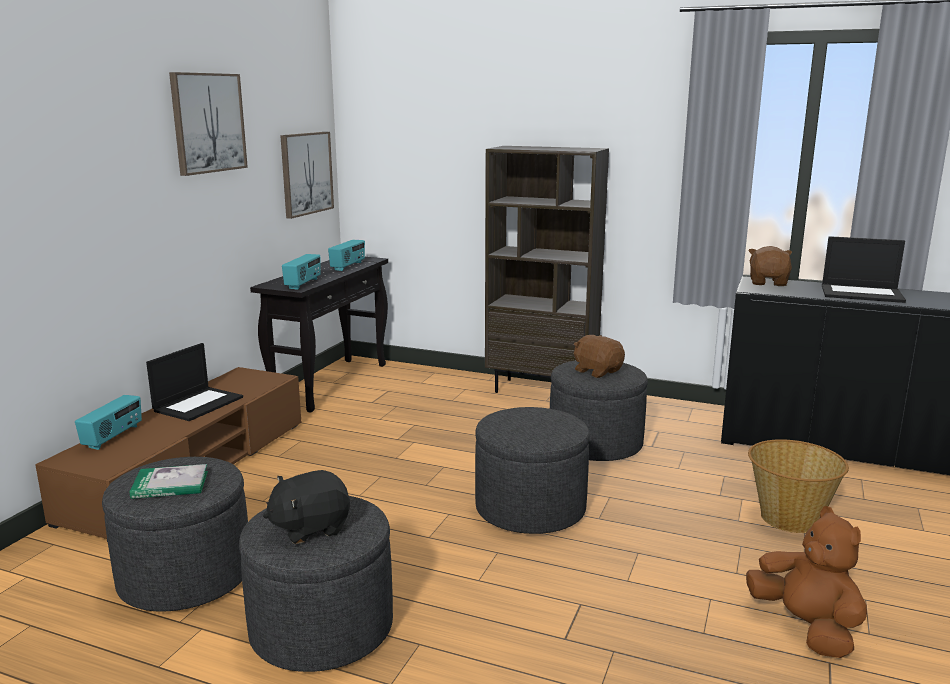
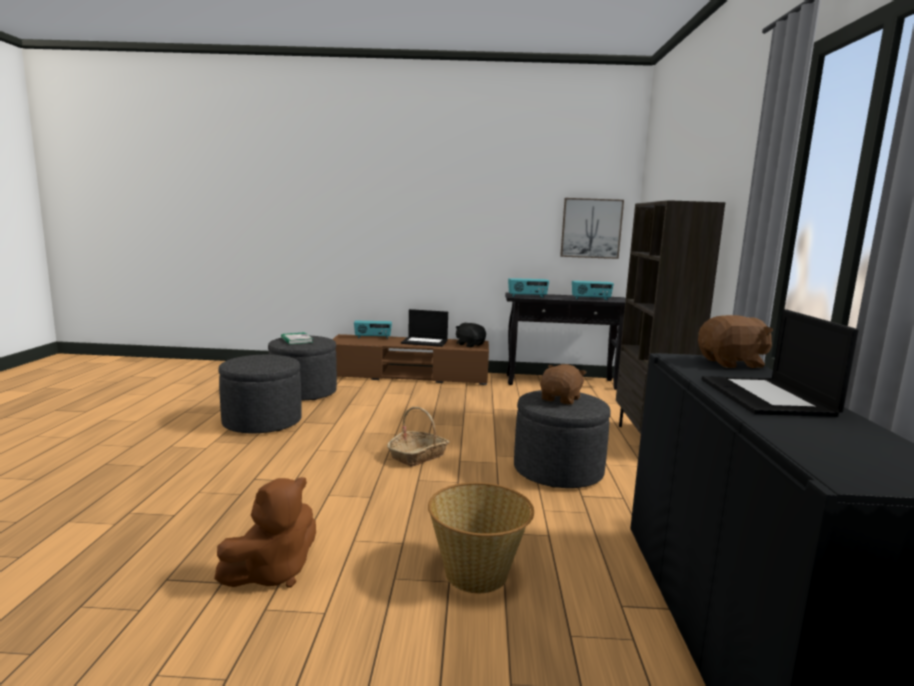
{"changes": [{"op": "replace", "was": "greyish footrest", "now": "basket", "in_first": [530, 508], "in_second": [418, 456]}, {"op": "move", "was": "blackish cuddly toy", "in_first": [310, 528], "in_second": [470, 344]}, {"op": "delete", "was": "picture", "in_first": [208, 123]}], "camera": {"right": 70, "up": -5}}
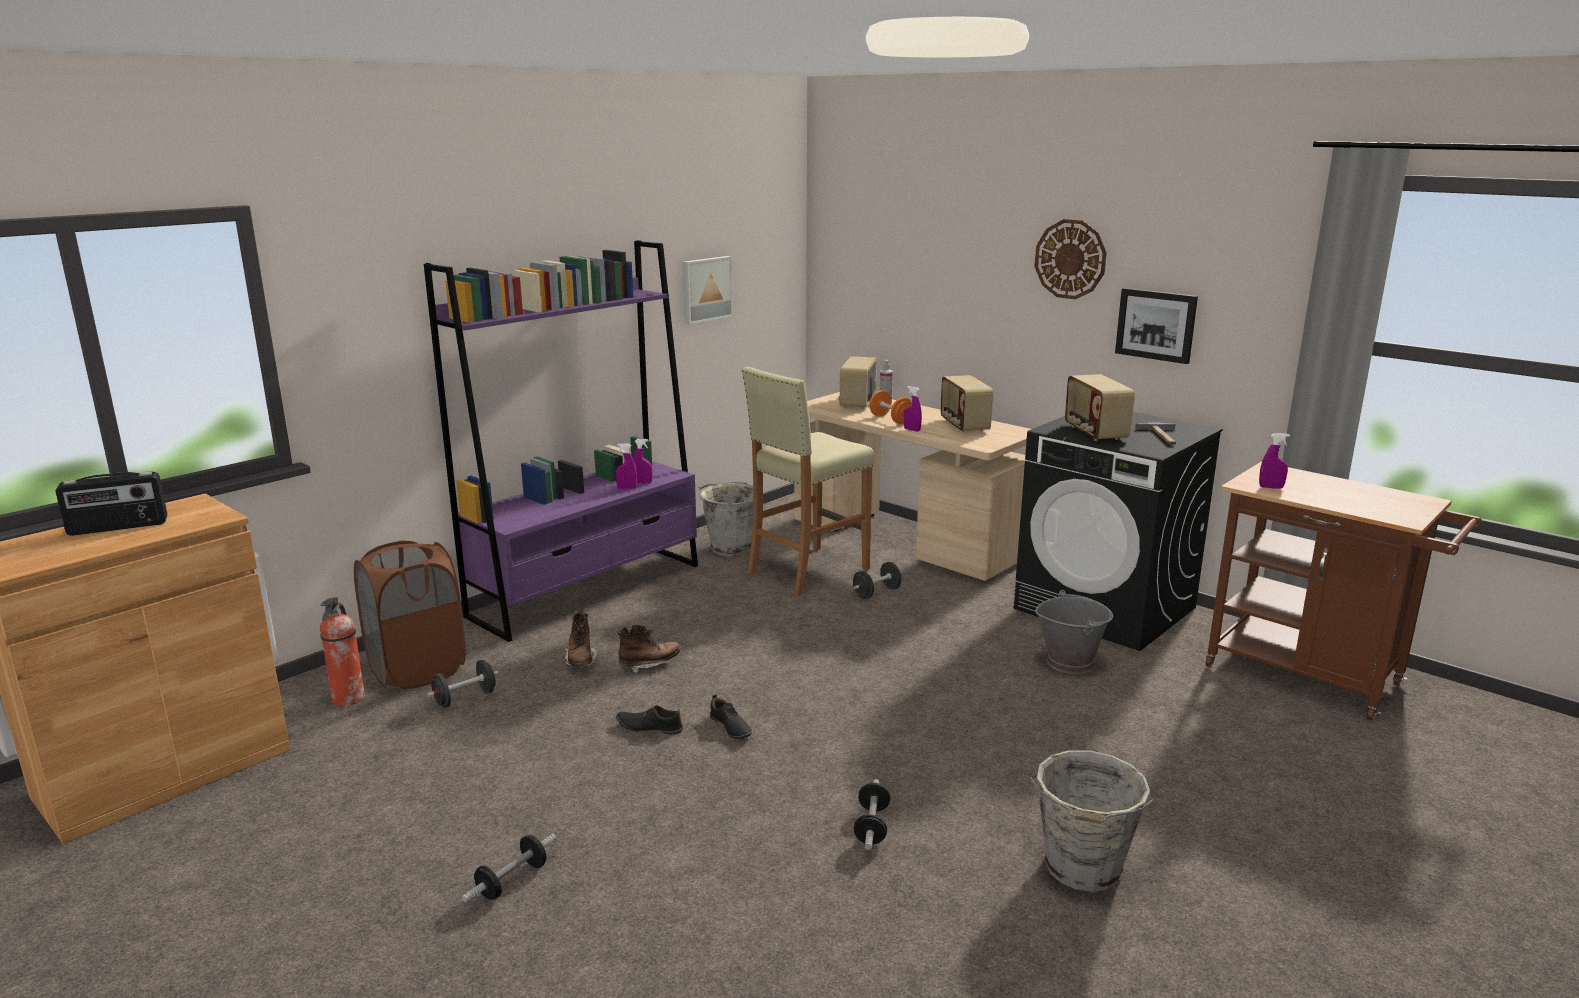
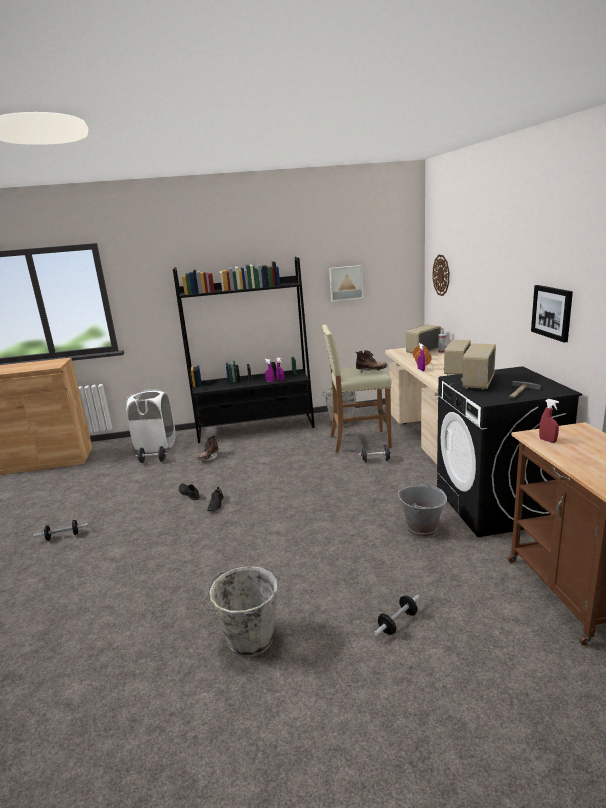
{"changes": [{"op": "recolor", "was": "brown hamper", "now": "whitish hamper", "in_first": [417, 670], "in_second": [156, 445]}, {"op": "recolor", "was": "purple bookshelf", "now": "blackish bookshelf", "in_first": [587, 590], "in_second": [256, 428]}, {"op": "move", "was": "brown tall boot", "in_first": [650, 664], "in_second": [371, 371]}, {"op": "move", "was": "free weight", "in_first": [871, 826], "in_second": [397, 623]}, {"op": "move", "was": "wall clock", "in_first": [1070, 259], "in_second": [441, 275]}, {"op": "recolor", "was": "purple sprayer", "now": "red-coloured sprayer", "in_first": [1271, 487], "in_second": [547, 440]}, {"op": "delete", "was": "radio receiver", "in_first": [118, 527]}, {"op": "delete", "was": "extinguisher", "in_first": [347, 699]}], "camera": {"right": 40, "up": 0}}
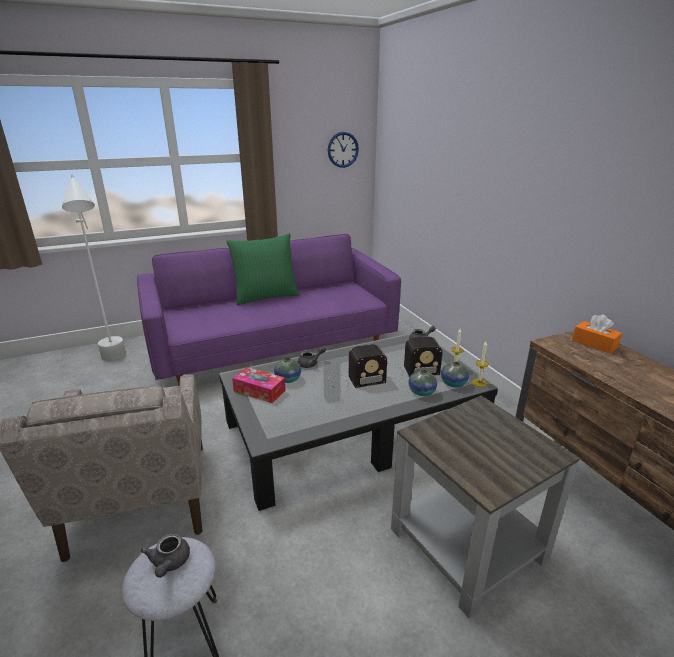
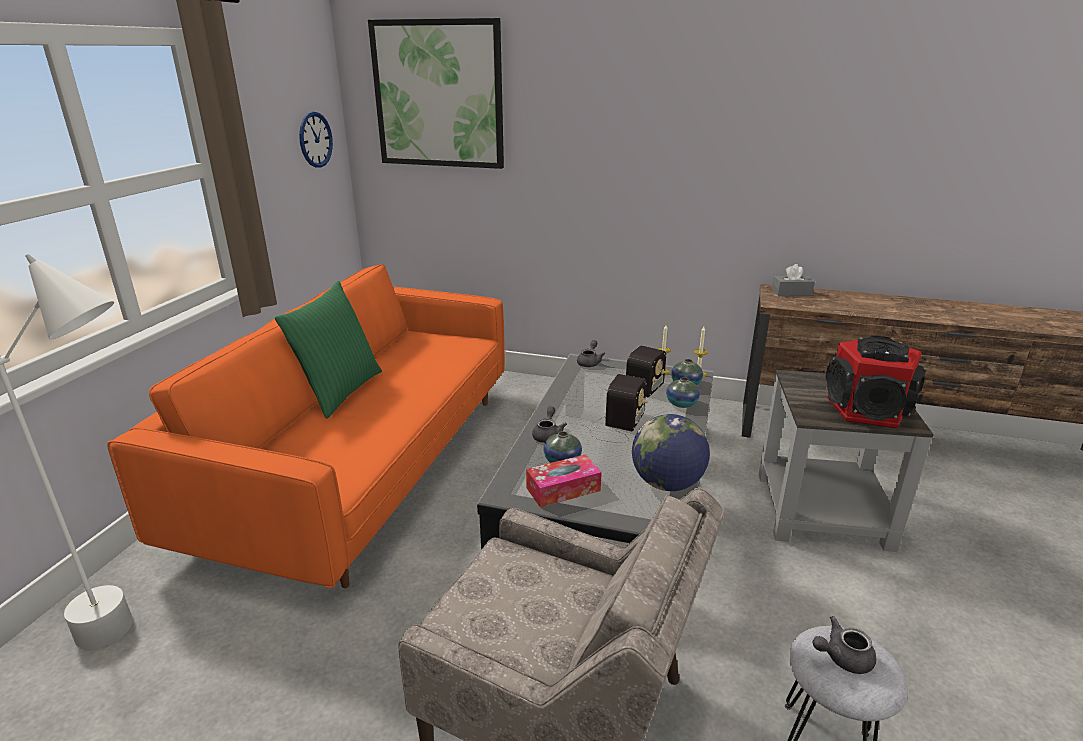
{"changes": [{"op": "recolor", "was": "purple sofa", "now": "orangey sofa", "in_first": [273, 346], "in_second": [364, 465]}, {"op": "insert", "now": "picture", "in_second": [438, 95]}, {"op": "insert", "now": "desk globe", "in_second": [667, 484]}, {"op": "recolor", "was": "orangey tissue holder", "now": "greyish tissue holder", "in_first": [594, 344], "in_second": [791, 293]}, {"op": "rotate", "was": "greyish pot for tea", "in_first": [169, 563], "in_second": [842, 658], "clockwise": 135}, {"op": "insert", "now": "loudspeaker", "in_second": [868, 410]}], "camera": {"right": -50, "up": 0}}
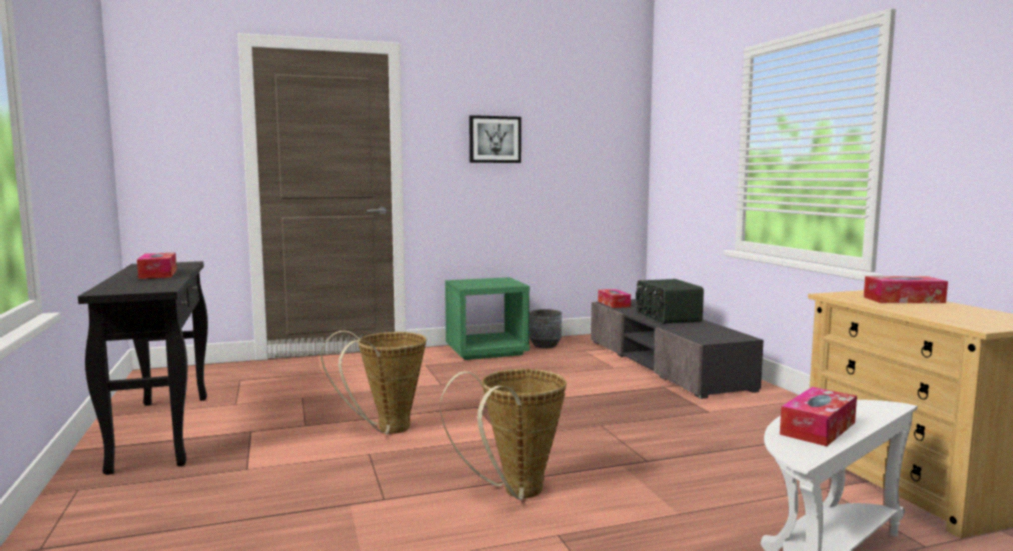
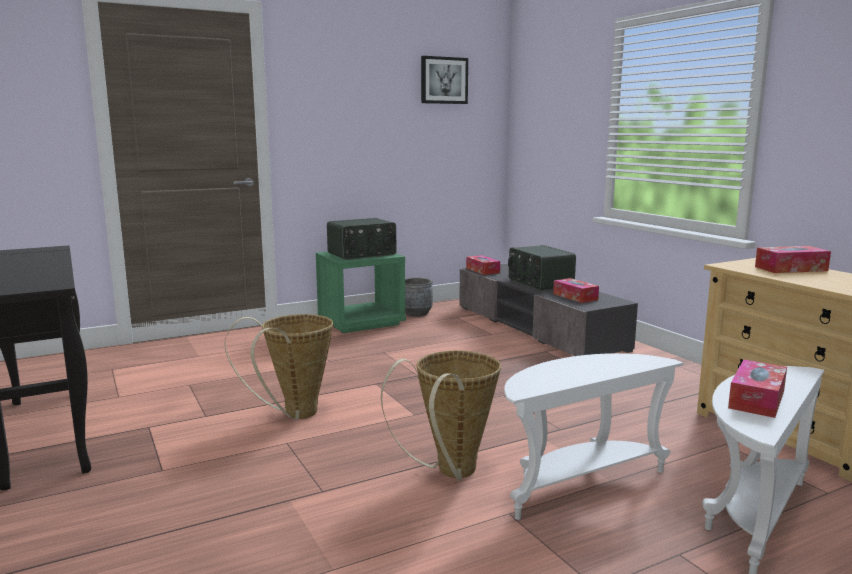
{"changes": [{"op": "insert", "now": "radio receiver", "in_second": [362, 254]}, {"op": "move", "was": "picture", "in_first": [494, 139], "in_second": [444, 80]}, {"op": "insert", "now": "whitish end table", "in_second": [578, 483]}, {"op": "move", "was": "tissue holder", "in_first": [158, 274], "in_second": [575, 297]}], "camera": {"right": -10, "up": 5}}
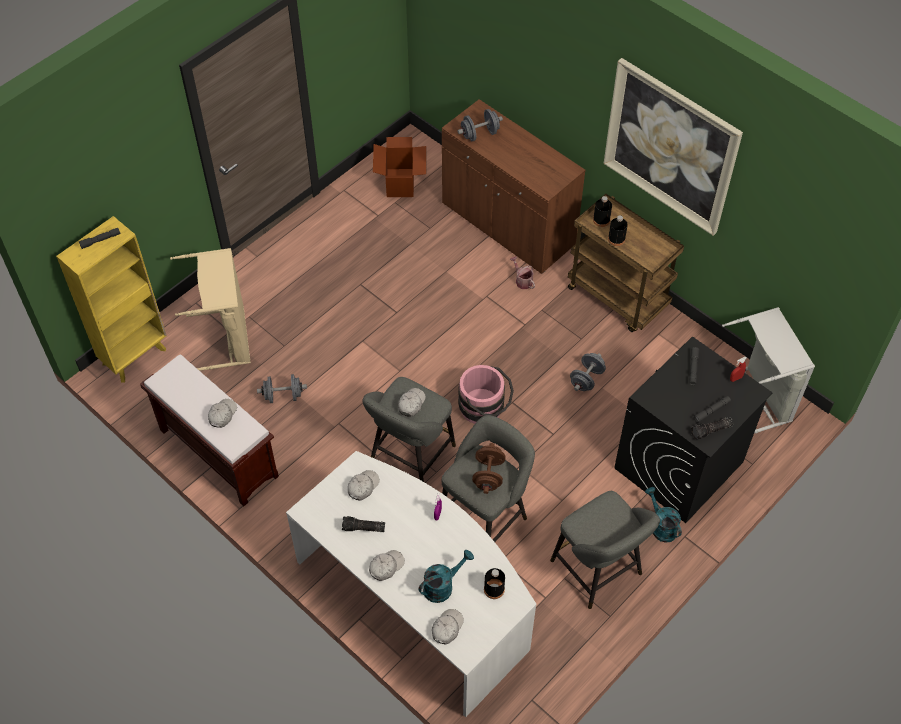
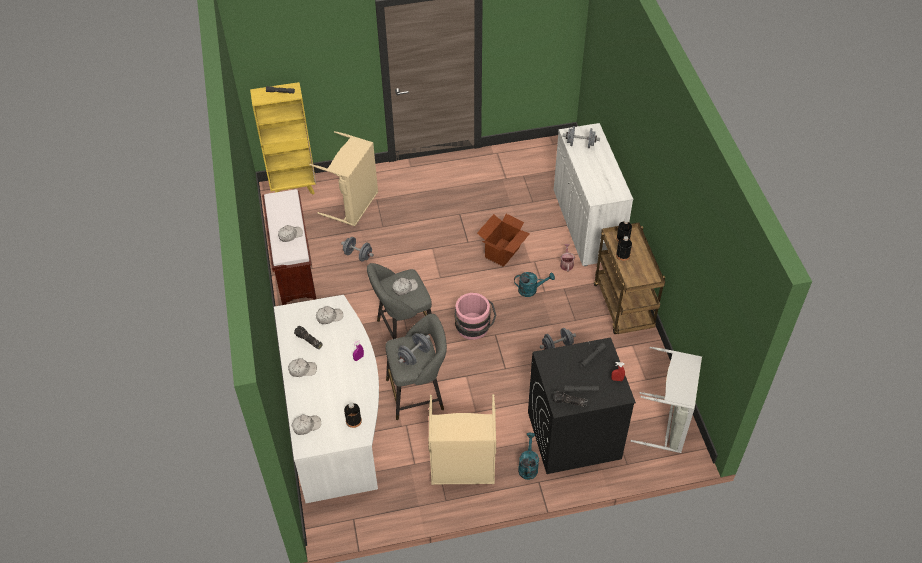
{"changes": [{"op": "recolor", "was": "brown free weight", "now": "greyish free weight", "in_first": [488, 475], "in_second": [414, 355]}, {"op": "replace", "was": "greyish stool seat", "now": "beige hamper", "in_first": [599, 571], "in_second": [462, 469]}, {"op": "move", "was": "carton", "in_first": [400, 183], "in_second": [502, 252]}, {"op": "move", "was": "blue-green sprinkling can", "in_first": [442, 586], "in_second": [531, 290]}, {"op": "recolor", "was": "brown cupboard", "now": "whitish cupboard", "in_first": [508, 224], "in_second": [586, 224]}, {"op": "delete", "was": "picture", "in_first": [670, 147]}], "camera": {"right": 35, "up": -5}}
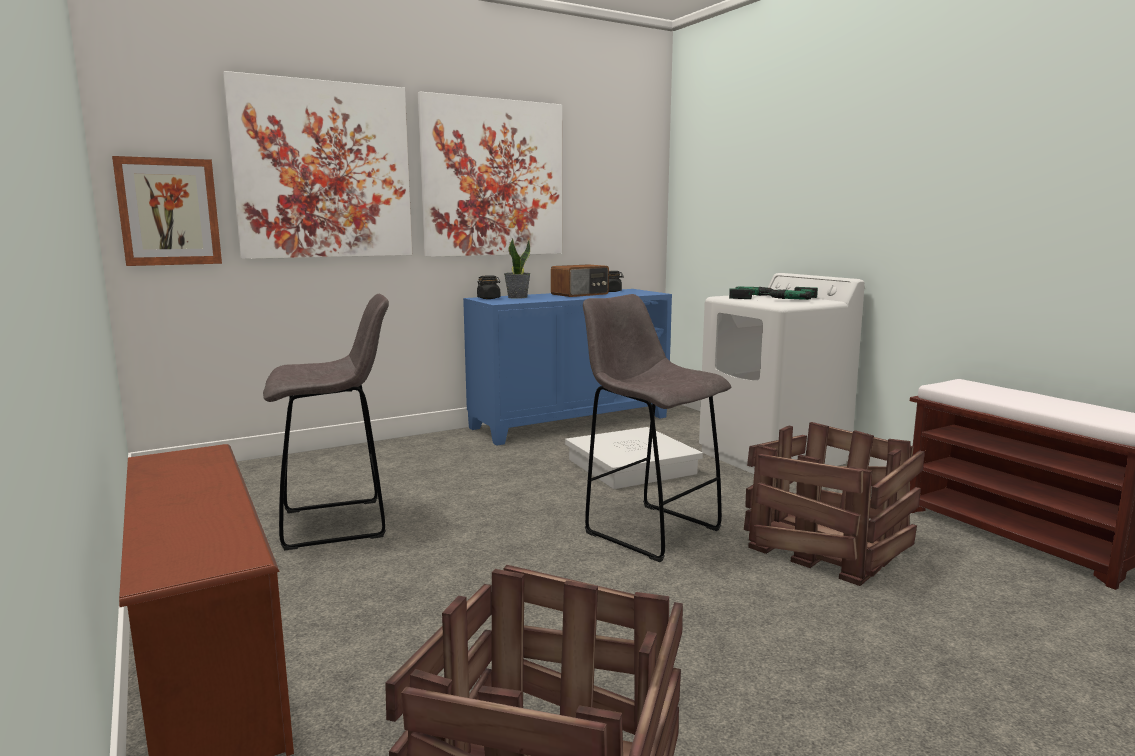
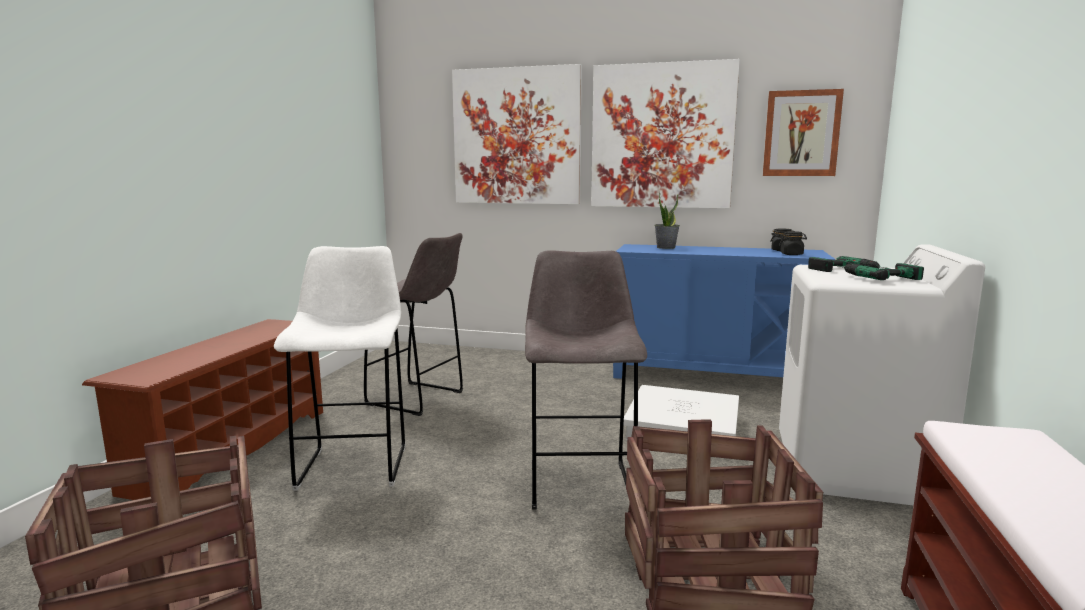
{"changes": [{"op": "insert", "now": "whitish stool seat", "in_second": [354, 465]}, {"op": "move", "was": "picture", "in_first": [169, 212], "in_second": [801, 133]}, {"op": "move", "was": "blackish preserve jar", "in_first": [489, 298], "in_second": [791, 254]}, {"op": "delete", "was": "radio receiver", "in_first": [580, 294]}], "camera": {"right": 45, "up": 0}}
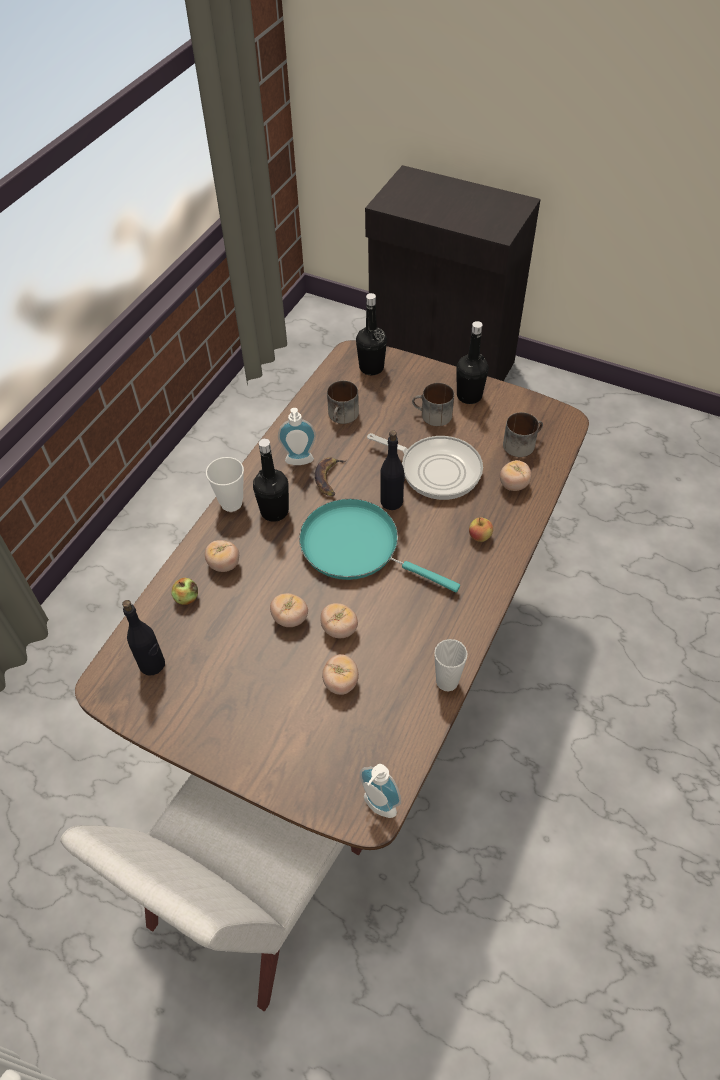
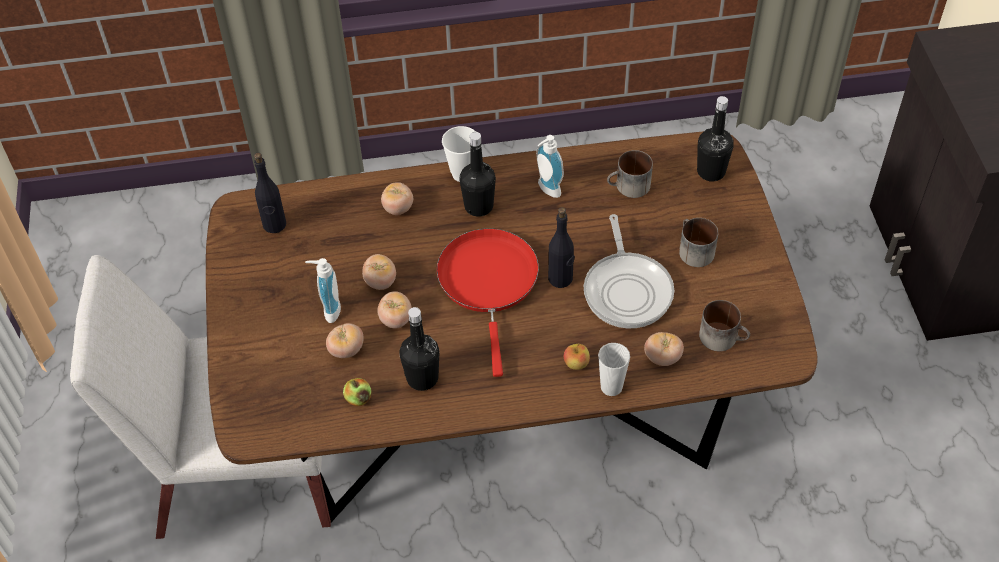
{"changes": [{"op": "move", "was": "soap dispenser", "in_first": [377, 808], "in_second": [328, 310]}, {"op": "move", "was": "apple", "in_first": [186, 598], "in_second": [358, 398]}, {"op": "move", "was": "blackish drink bottle", "in_first": [469, 396], "in_second": [422, 378]}, {"op": "recolor", "was": "blue-green skillet", "now": "red-coloured skillet", "in_first": [356, 547], "in_second": [489, 282]}, {"op": "move", "was": "small cup", "in_first": [447, 681], "in_second": [611, 387]}, {"op": "delete", "was": "banana fruit", "in_first": [329, 478]}], "camera": {"right": 55, "up": 0}}
